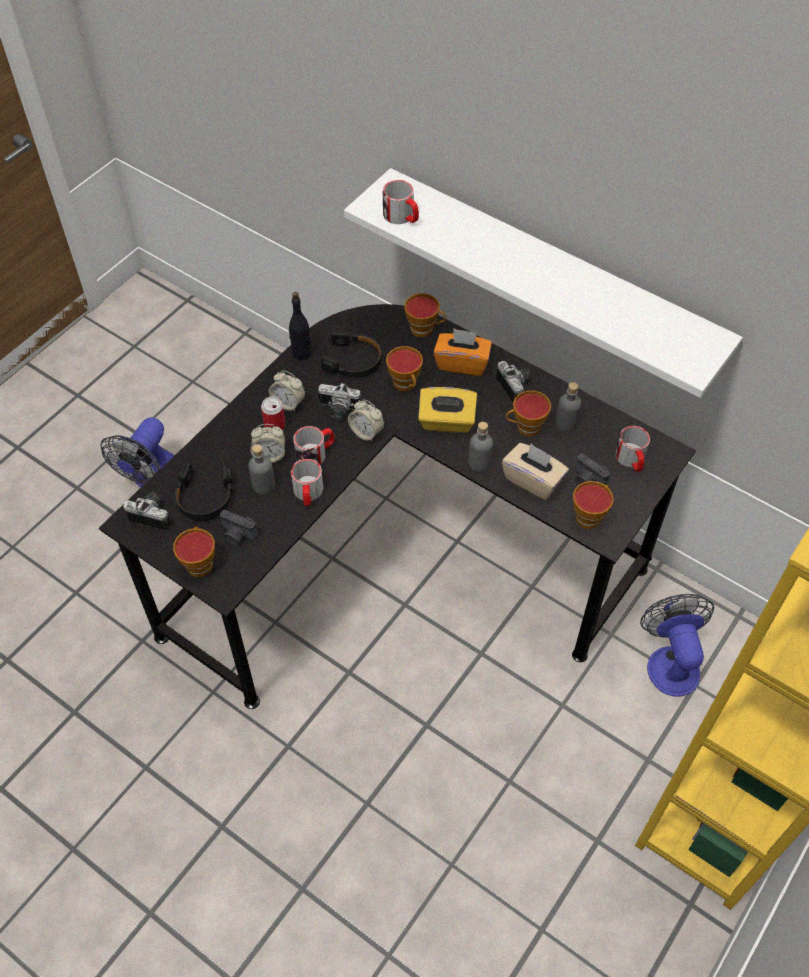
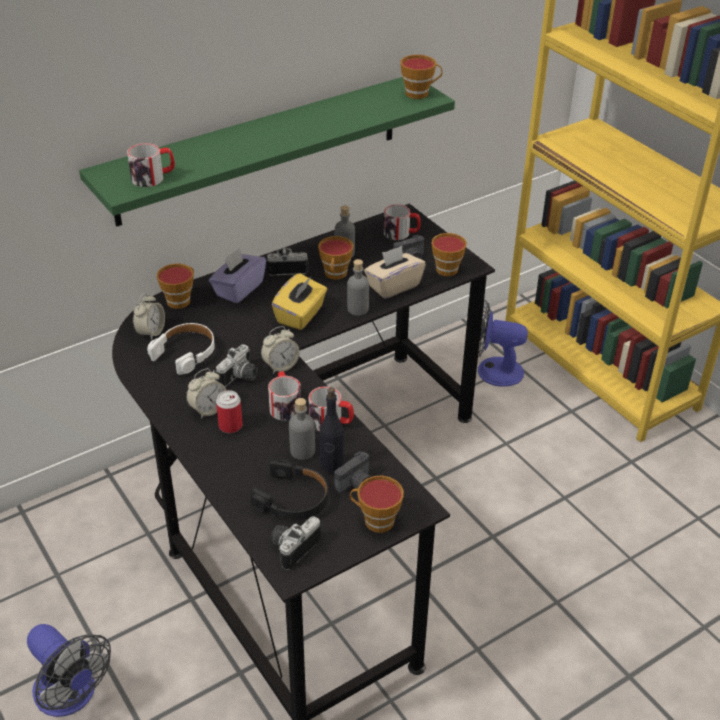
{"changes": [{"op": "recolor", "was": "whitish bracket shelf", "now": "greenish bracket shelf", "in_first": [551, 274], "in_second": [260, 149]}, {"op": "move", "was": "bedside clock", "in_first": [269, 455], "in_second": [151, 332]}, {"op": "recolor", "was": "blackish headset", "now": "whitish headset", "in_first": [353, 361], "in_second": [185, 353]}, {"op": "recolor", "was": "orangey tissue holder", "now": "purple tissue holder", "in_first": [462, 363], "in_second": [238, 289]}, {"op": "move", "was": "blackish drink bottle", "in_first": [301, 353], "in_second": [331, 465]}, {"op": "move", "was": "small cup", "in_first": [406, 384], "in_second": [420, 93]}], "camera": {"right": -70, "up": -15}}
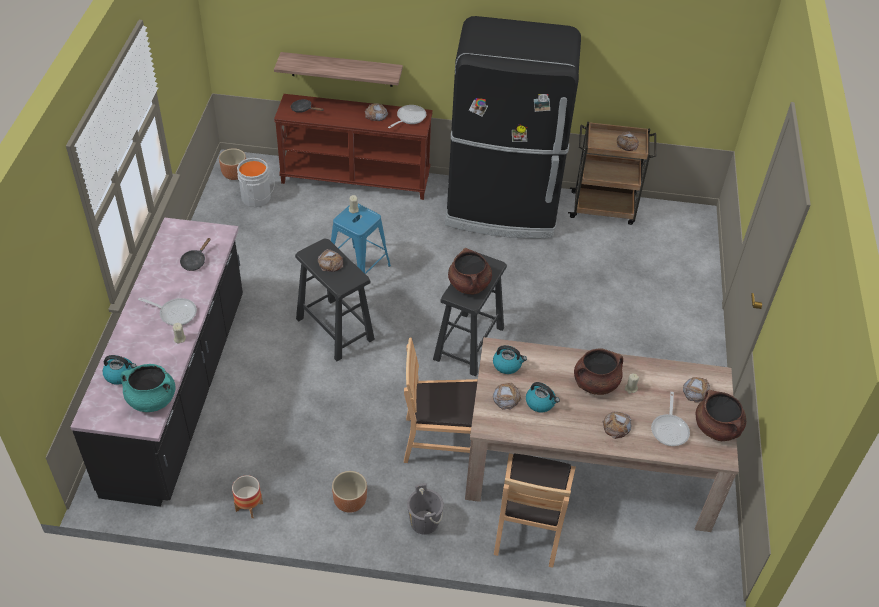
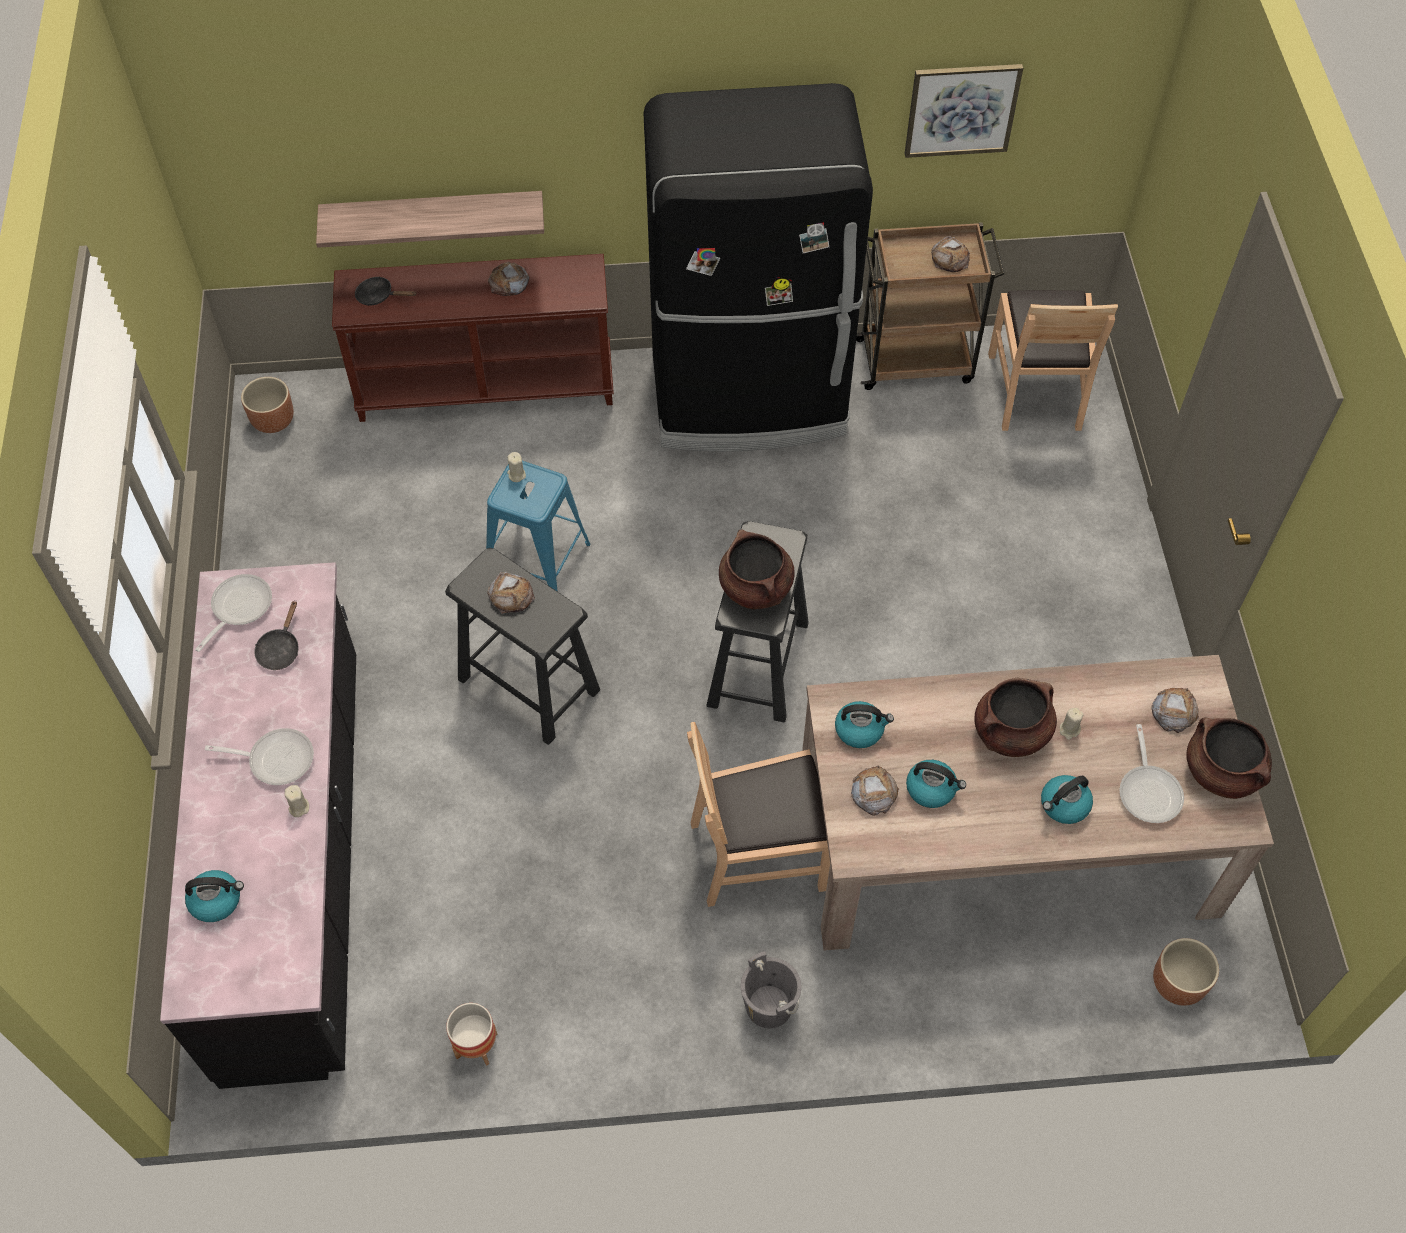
{"changes": [{"op": "move", "was": "skillet", "in_first": [409, 118], "in_second": [238, 608]}, {"op": "insert", "now": "picture", "in_second": [961, 109]}, {"op": "move", "was": "brown upright chair", "in_first": [529, 527], "in_second": [1036, 391]}, {"op": "replace", "was": "baked bread", "now": "kettle", "in_first": [616, 426], "in_second": [1063, 805]}, {"op": "move", "was": "brown planter", "in_first": [350, 502], "in_second": [1178, 984]}, {"op": "delete", "was": "blue-green cooking pot", "in_first": [151, 400]}, {"op": "delete", "was": "greyish pail", "in_first": [257, 198]}], "camera": {"right": -10, "up": 10}}
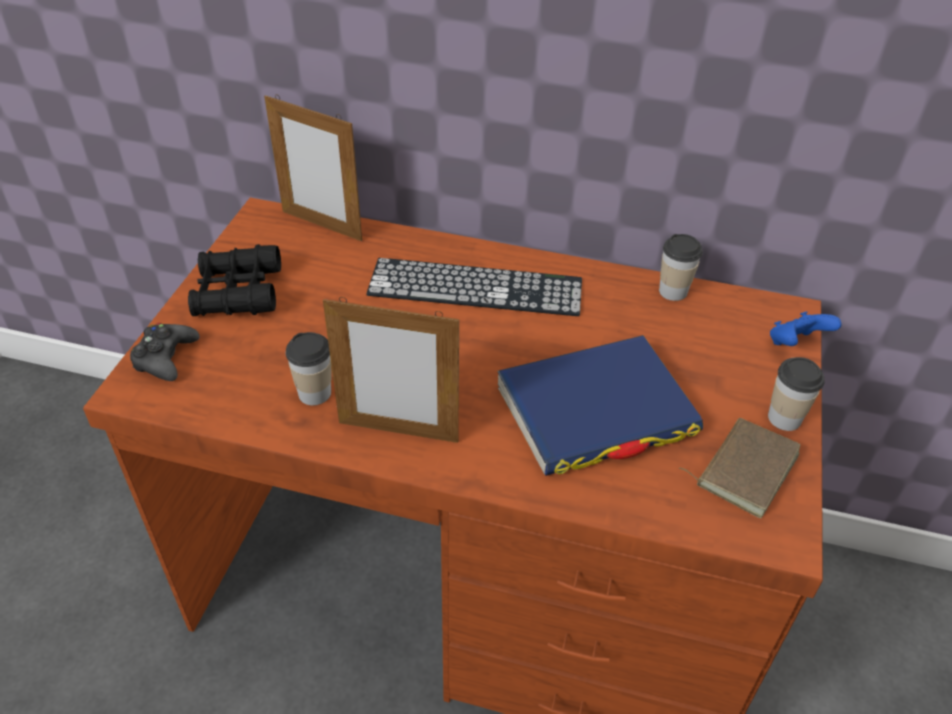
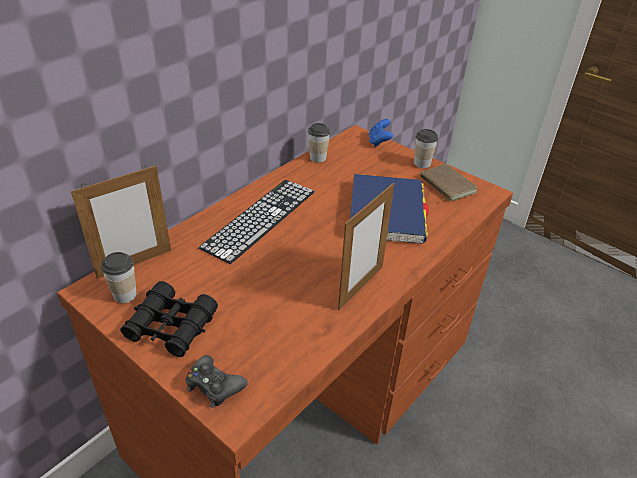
{"changes": [{"op": "move", "was": "small cup", "in_first": [315, 393], "in_second": [125, 295]}], "camera": {"right": -65, "up": -5}}
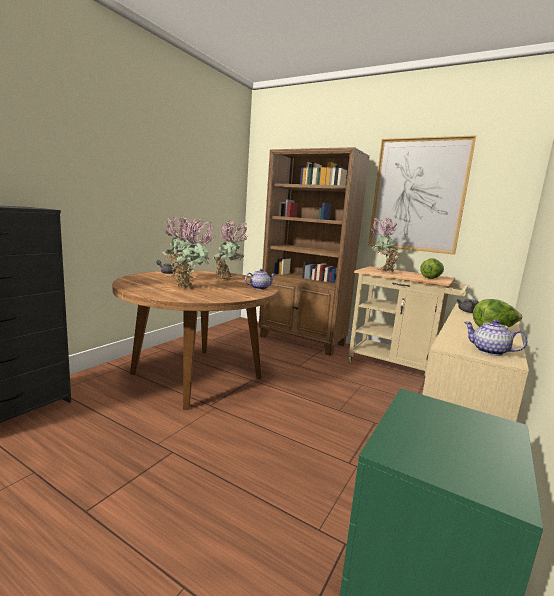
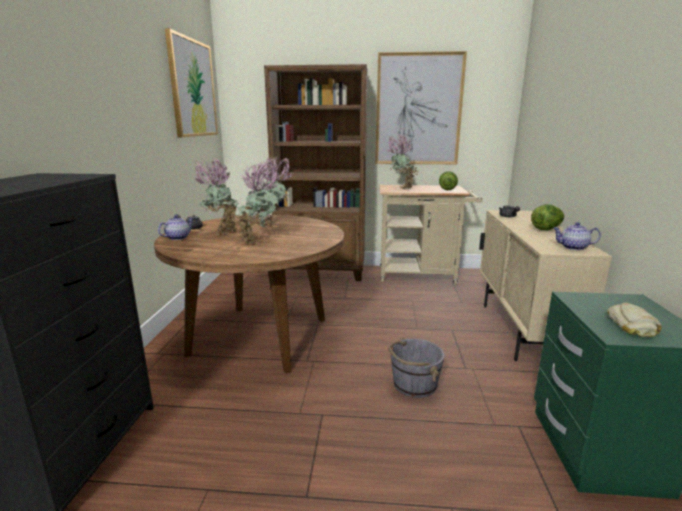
{"changes": [{"op": "move", "was": "pot for tea", "in_first": [260, 288], "in_second": [178, 238]}, {"op": "insert", "now": "picture", "in_second": [192, 88]}, {"op": "insert", "now": "greyish pail", "in_second": [413, 384]}, {"op": "insert", "now": "baked bread", "in_second": [632, 325]}], "camera": {"right": -25, "up": 5}}
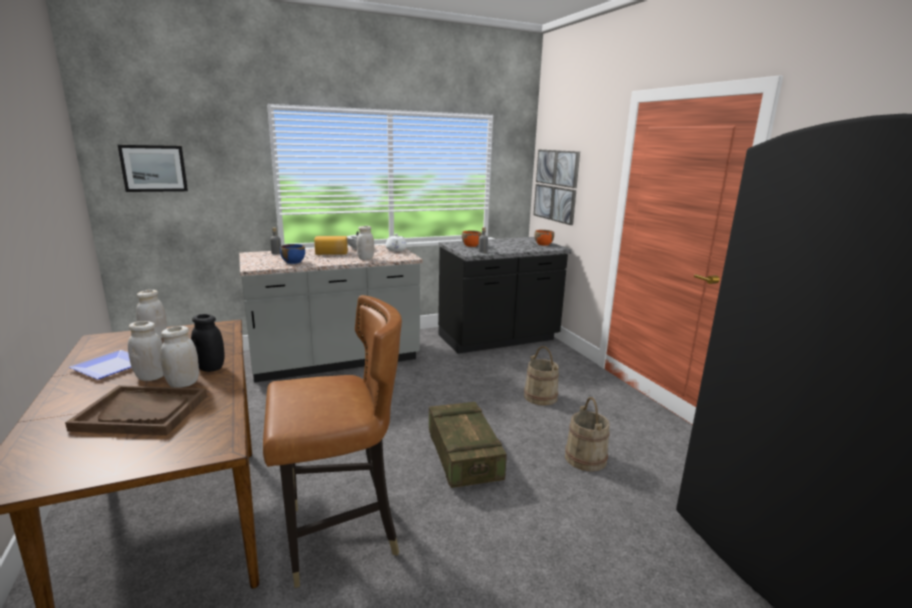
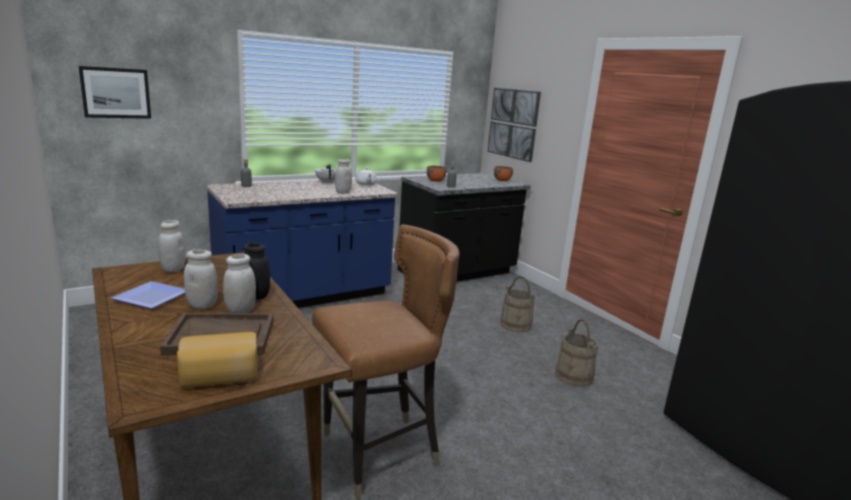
{"changes": [{"op": "move", "was": "baked bread", "in_first": [331, 253], "in_second": [219, 377]}, {"op": "recolor", "was": "greyish kitchen counter", "now": "blue kitchen counter", "in_first": [335, 361], "in_second": [304, 297]}, {"op": "delete", "was": "blue serving bowl", "in_first": [293, 262]}, {"op": "delete", "was": "crate", "in_first": [463, 457]}], "camera": {"right": -10, "up": 0}}
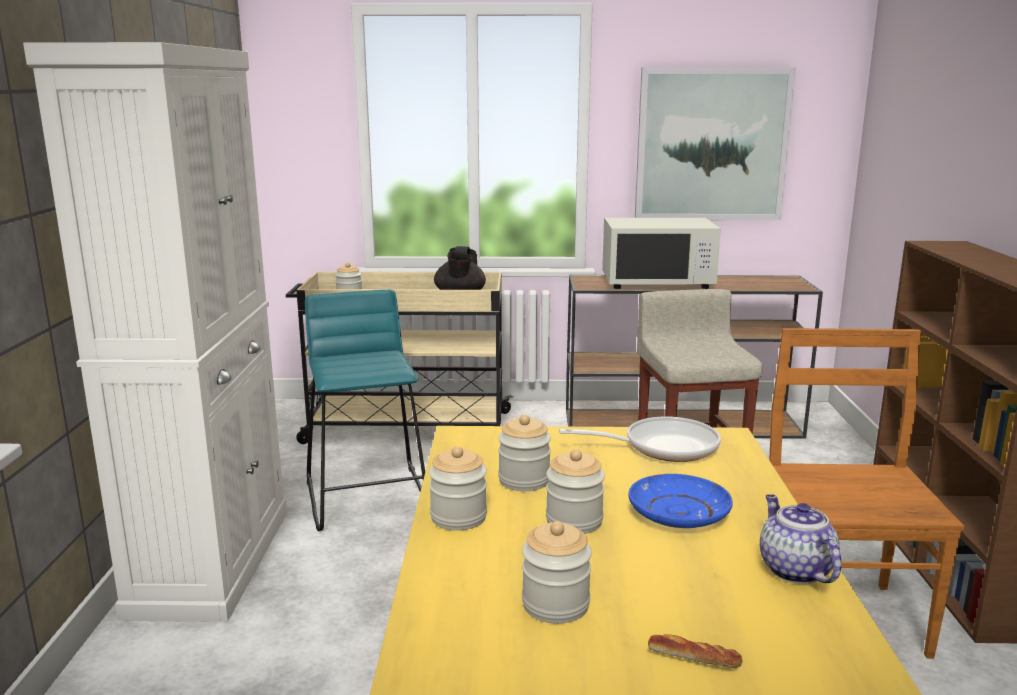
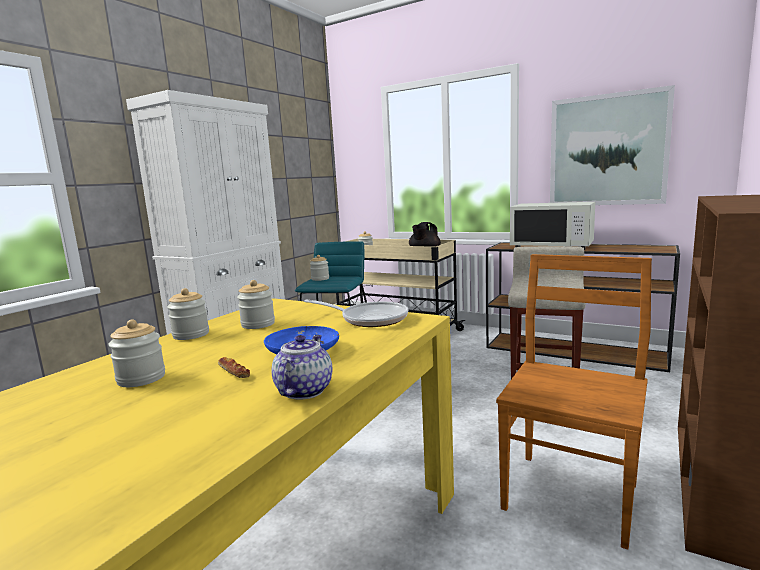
{"changes": [{"op": "move", "was": "baked bread", "in_first": [694, 657], "in_second": [234, 372]}, {"op": "move", "was": "preserve jar", "in_first": [574, 521], "in_second": [320, 279]}], "camera": {"right": 30, "up": -5}}
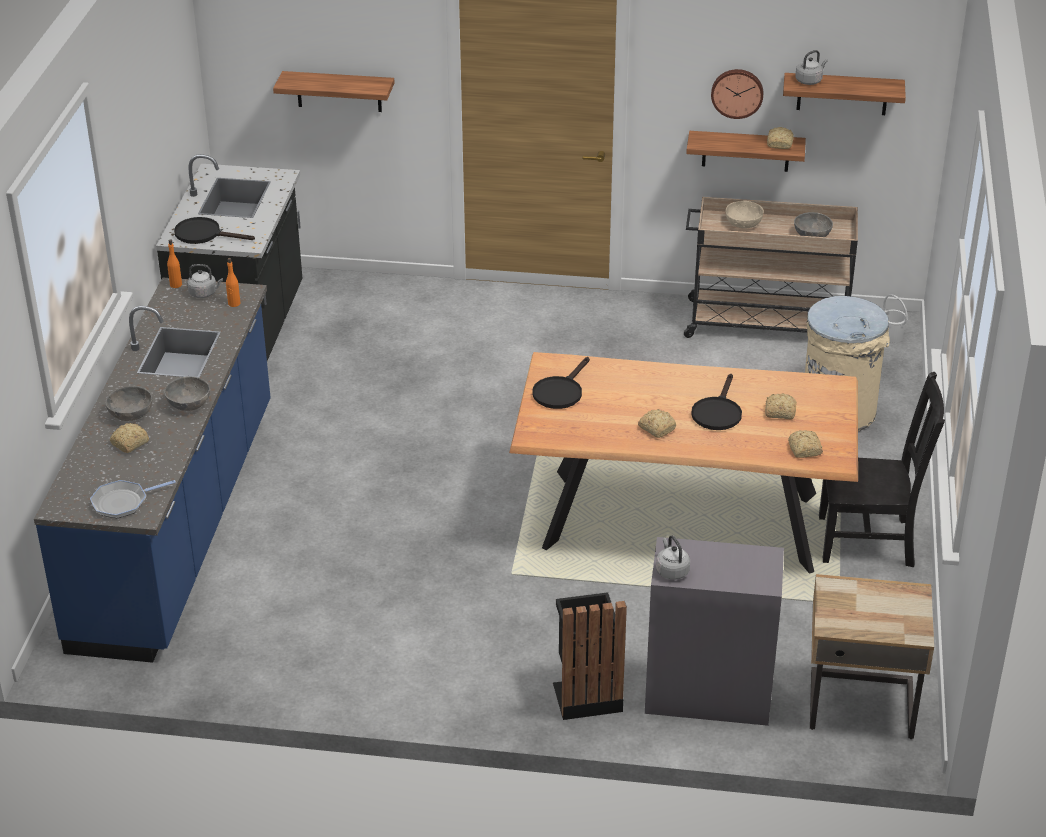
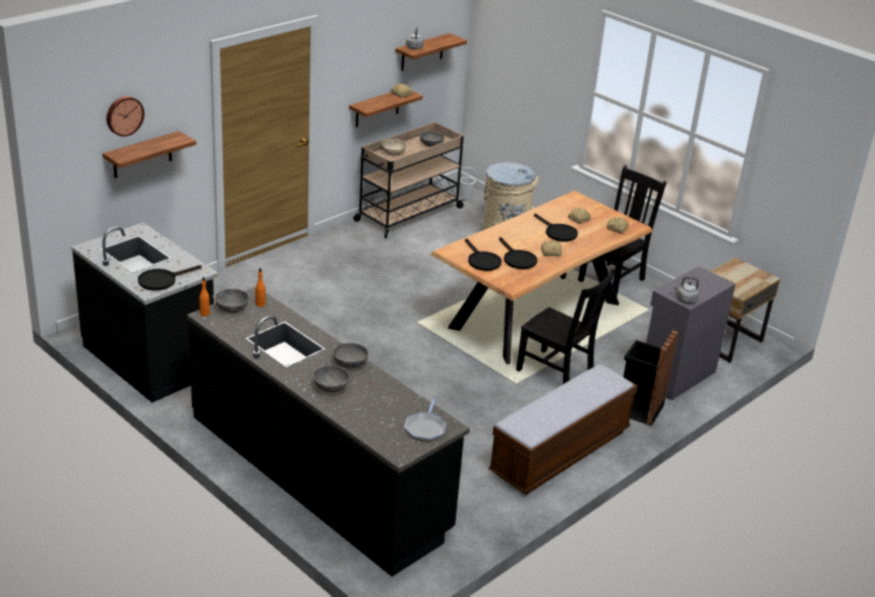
{"changes": [{"op": "move", "was": "wall clock", "in_first": [737, 92], "in_second": [124, 115]}, {"op": "recolor", "was": "blue kitchen counter", "now": "blackish kitchen counter", "in_first": [178, 524], "in_second": [318, 473]}, {"op": "replace", "was": "greyish kettle", "now": "greyish serving bowl", "in_first": [204, 293], "in_second": [231, 308]}, {"op": "insert", "now": "long seat", "in_second": [560, 452]}, {"op": "insert", "now": "blackish skillet", "in_second": [517, 259]}, {"op": "insert", "now": "blackish upright chair", "in_second": [557, 373]}, {"op": "delete", "was": "baked bread", "in_first": [129, 444]}], "camera": {"right": -55, "up": -5}}
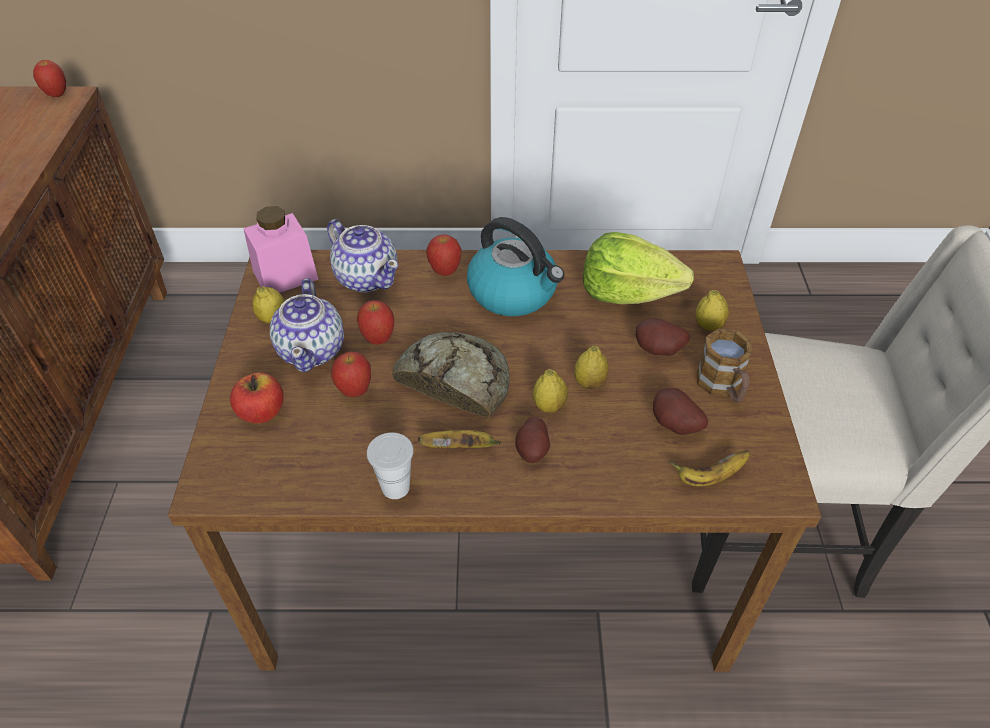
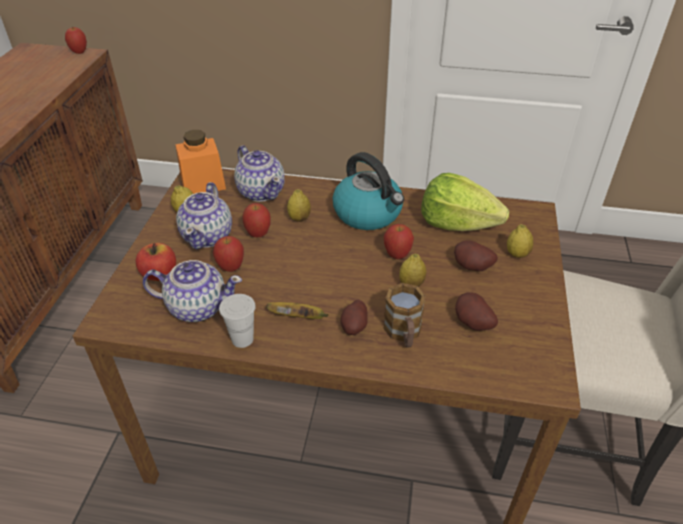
{"changes": [{"op": "insert", "now": "pot for tea", "in_second": [197, 307]}, {"op": "recolor", "was": "pinkish preserve jar", "now": "orangey preserve jar", "in_first": [285, 275], "in_second": [203, 184]}, {"op": "move", "was": "lemon", "in_first": [549, 406], "in_second": [299, 218]}, {"op": "move", "was": "mug", "in_first": [722, 387], "in_second": [404, 333]}, {"op": "move", "was": "apple", "in_first": [445, 271], "in_second": [397, 255]}, {"op": "delete", "was": "baked bread", "in_first": [455, 379]}, {"op": "delete", "was": "banana fruit", "in_first": [709, 477]}], "camera": {"right": 10, "up": -5}}
